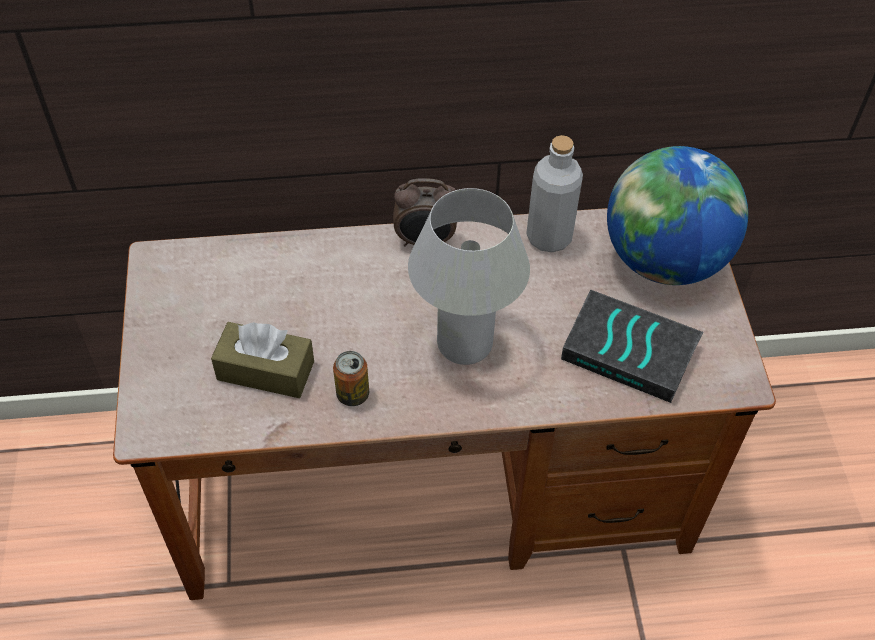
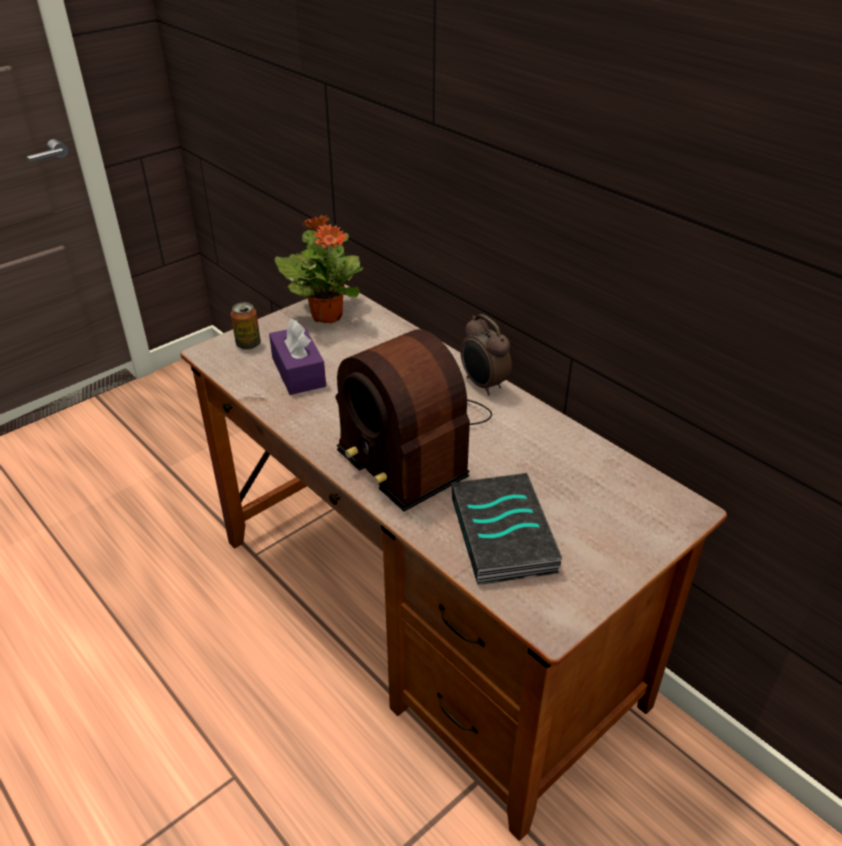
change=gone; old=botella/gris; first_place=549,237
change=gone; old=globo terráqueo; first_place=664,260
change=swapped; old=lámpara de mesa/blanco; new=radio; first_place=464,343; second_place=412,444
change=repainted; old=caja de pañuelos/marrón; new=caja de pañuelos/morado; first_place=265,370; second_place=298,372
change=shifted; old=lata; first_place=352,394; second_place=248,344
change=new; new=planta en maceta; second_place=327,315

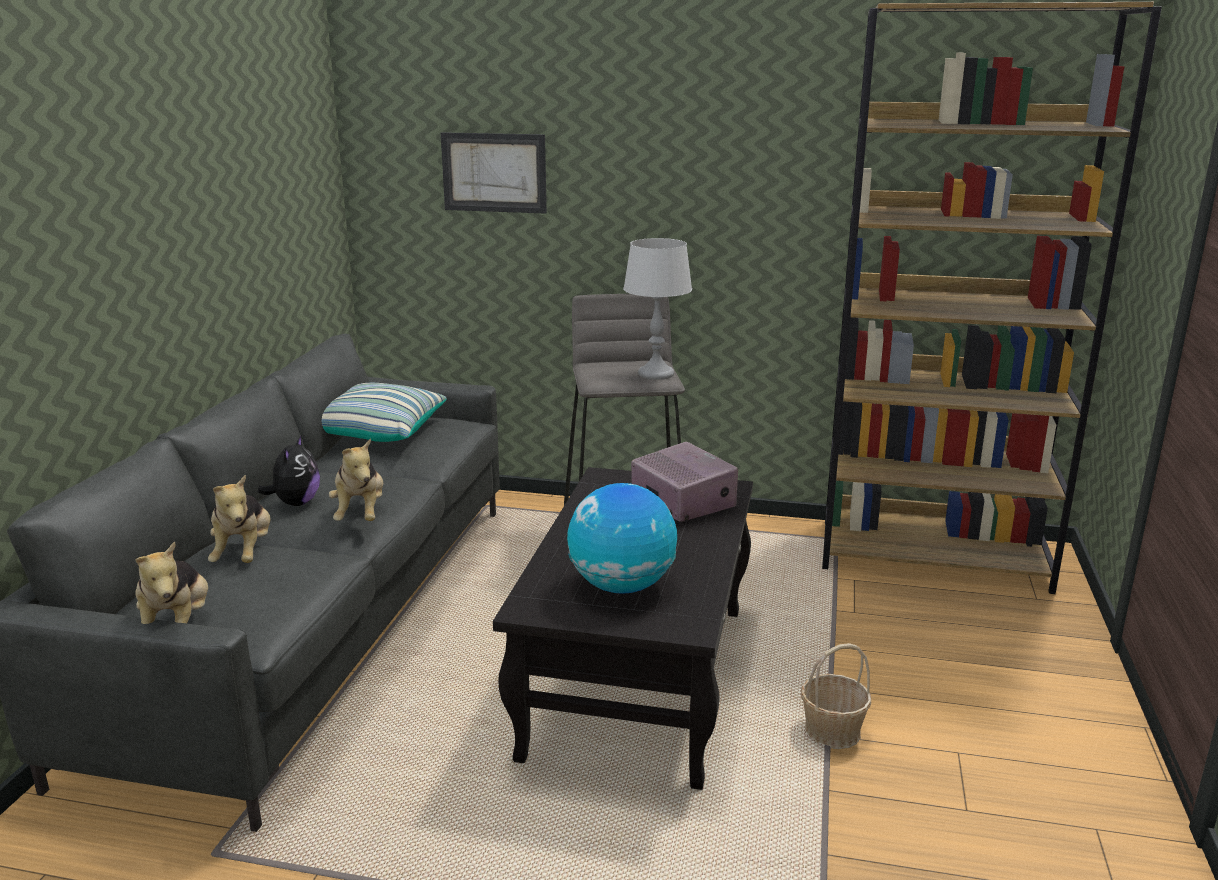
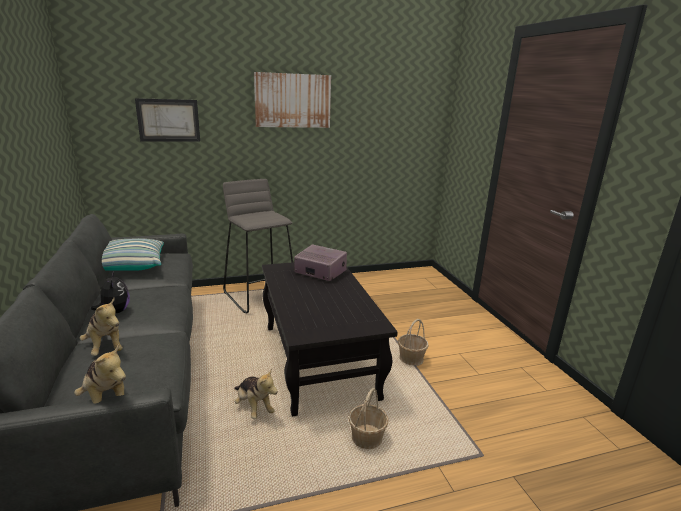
change=gone; old=estantería/marrón; first_place=933,555
change=gone; old=lámpara de mesa/gris; first_place=655,374
change=shifted; old=peluche; first_place=361,514; second_place=254,407
change=gone; old=globo terráqueo; first_place=621,586
change=new; new=cuadro; second_place=293,100
change=new; new=cesta; second_place=367,438

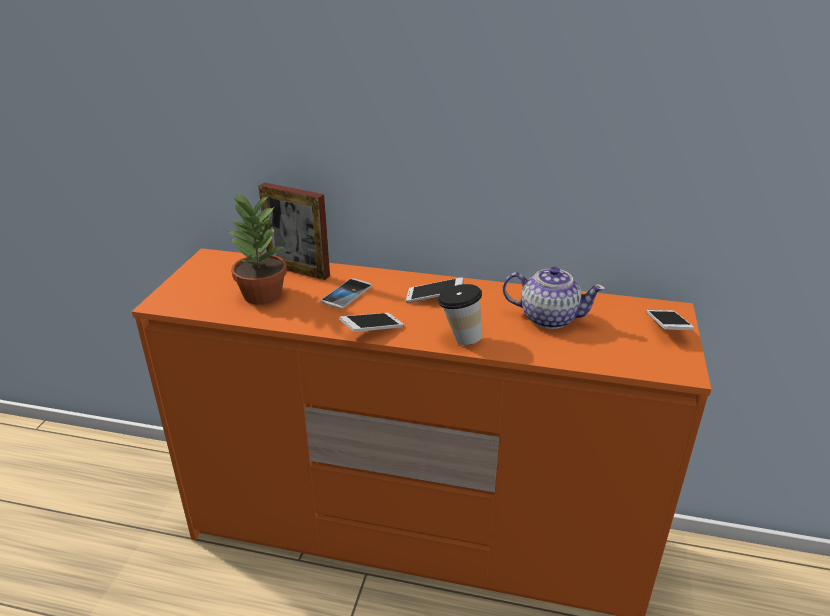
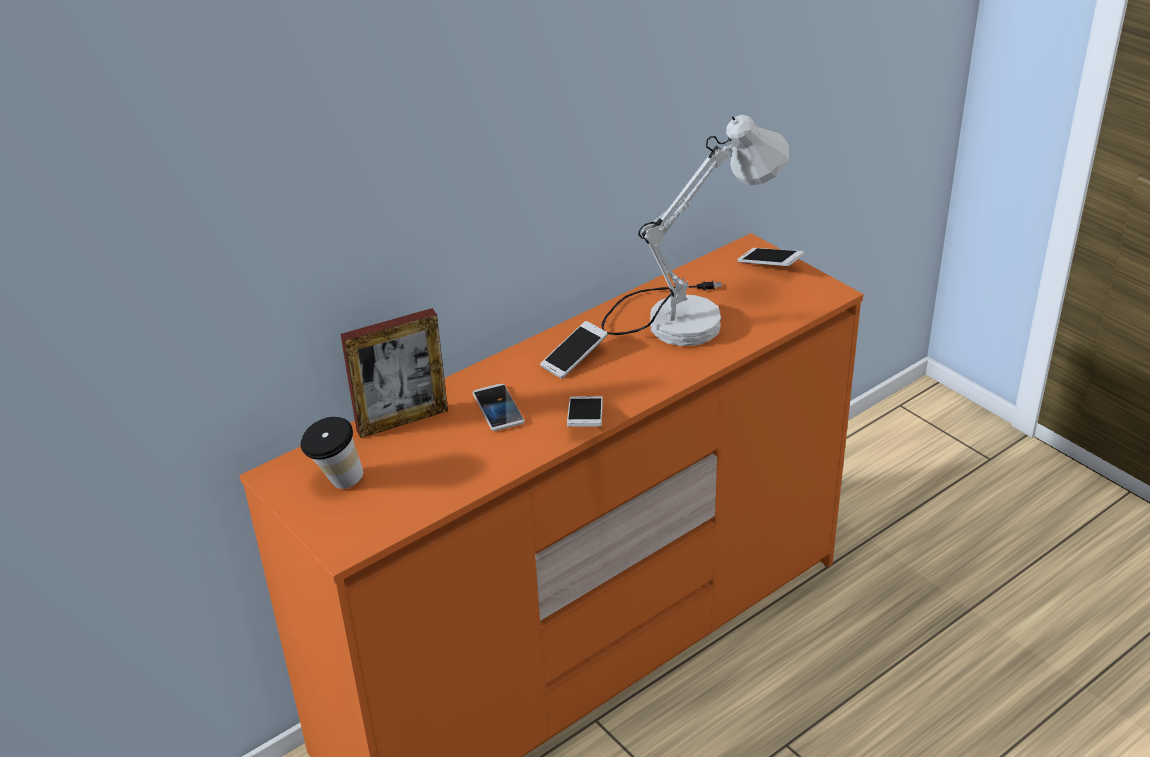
change=gone; old=planta en maceta; first_place=261,294
change=swapped; old=tetera; new=lámpara de mesa/blanco; first_place=548,317; second_place=685,313
change=shifted; old=taza; first_place=459,338; second_place=337,483

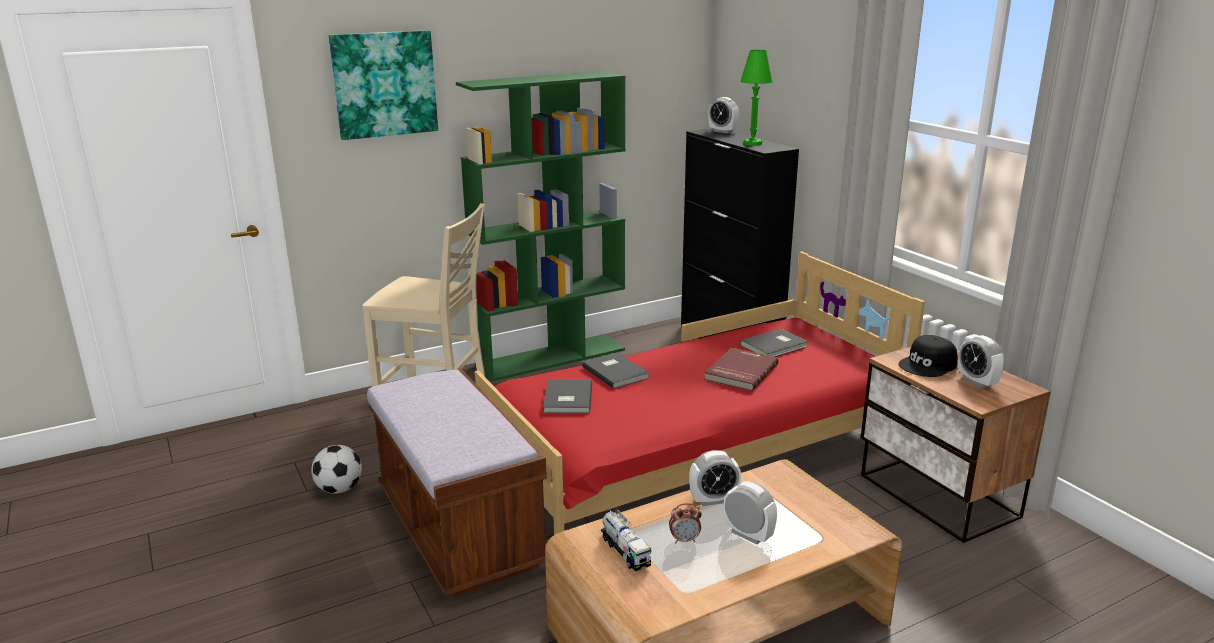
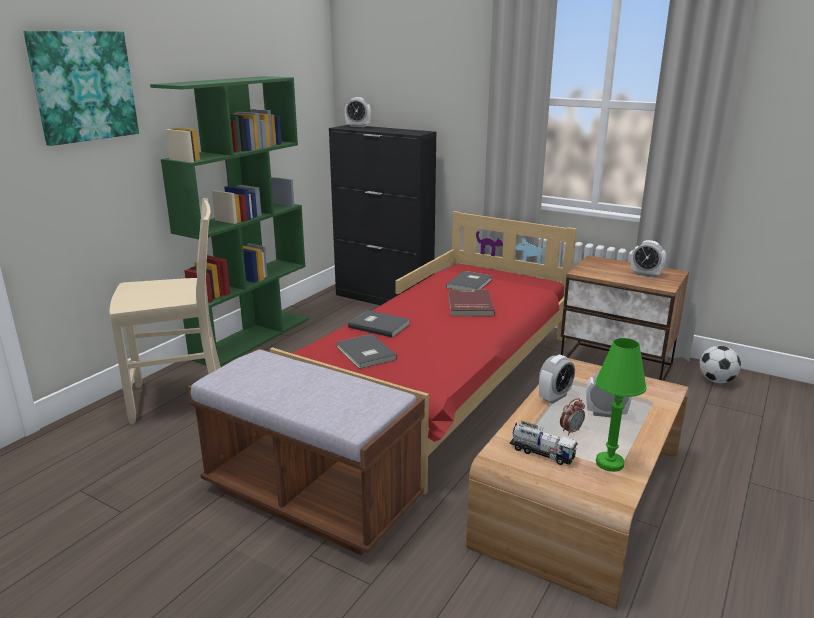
change=shifted; old=lámpara de mesa/verde; first_place=752,143; second_place=609,463
change=gone; old=gorra/negro; first_place=928,365
change=shifted; old=balón de fútbol; first_place=339,489; second_place=716,380

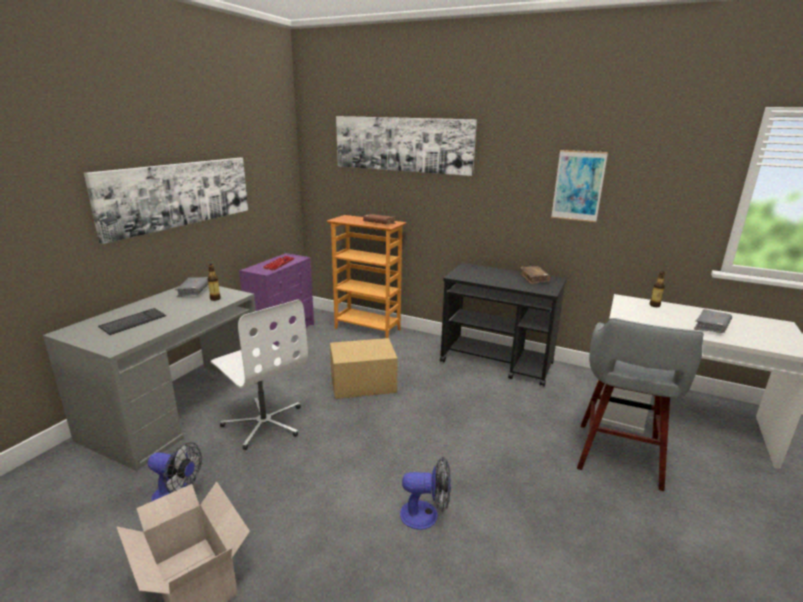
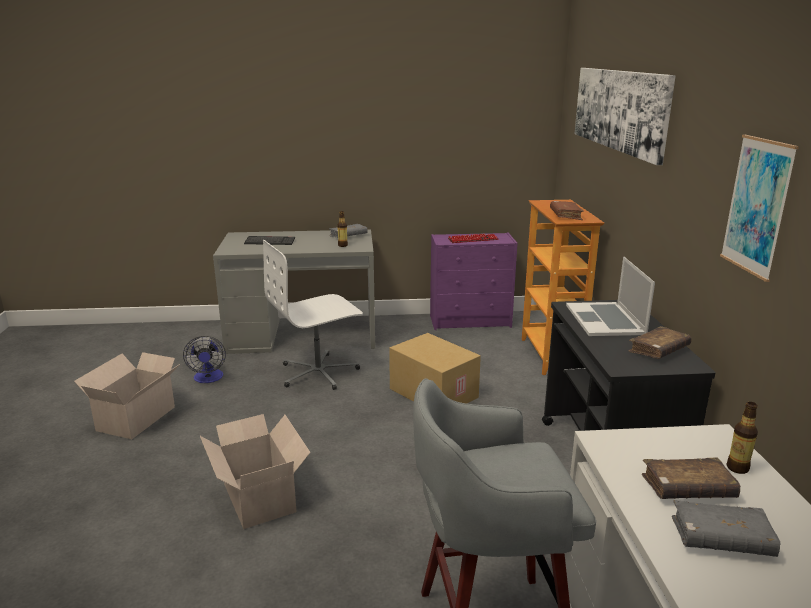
change=gone; old=cuadro; first_place=178,194
change=rotated; old=silla de oficina/blanco; first_place=264,423; second_place=319,373; degrees=45
change=swapped; old=ventilador; new=caja de cartón; first_place=426,515; second_place=259,496
change=new; new=portátil; second_place=605,319
change=new; new=libro/marrón; second_place=687,489

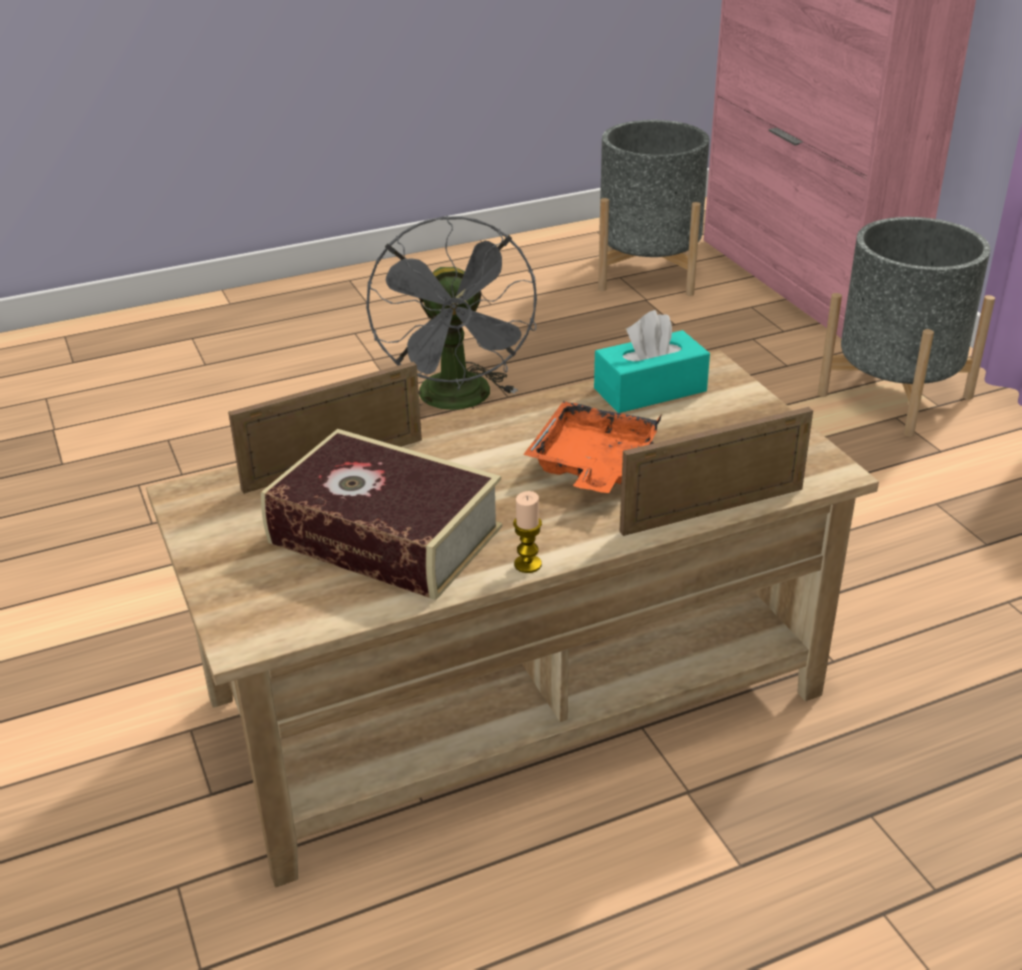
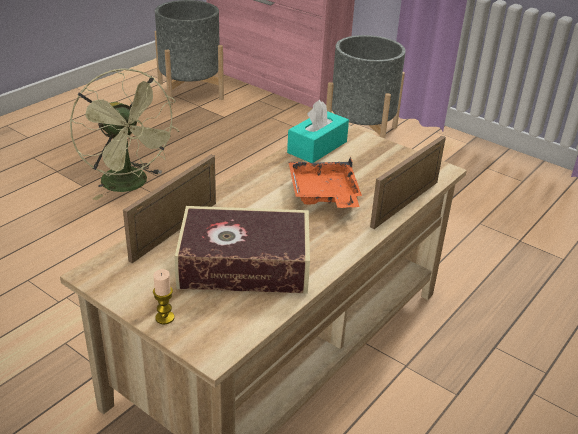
change=repainted; old=ventilador/gris; new=ventilador/verde; first_place=460,401; second_place=131,185
change=shifted; old=vela; first_place=527,564; second_place=165,318

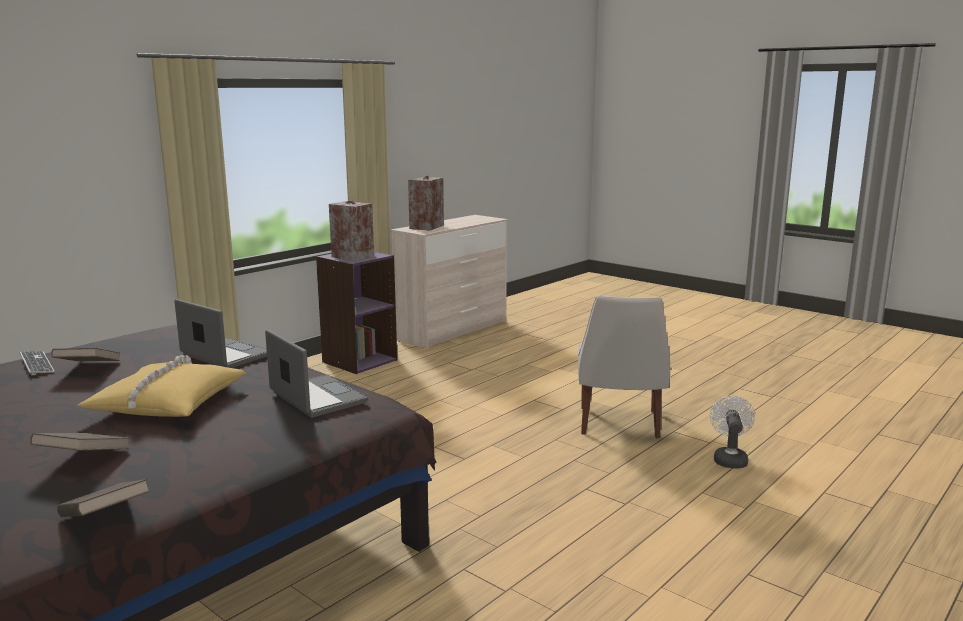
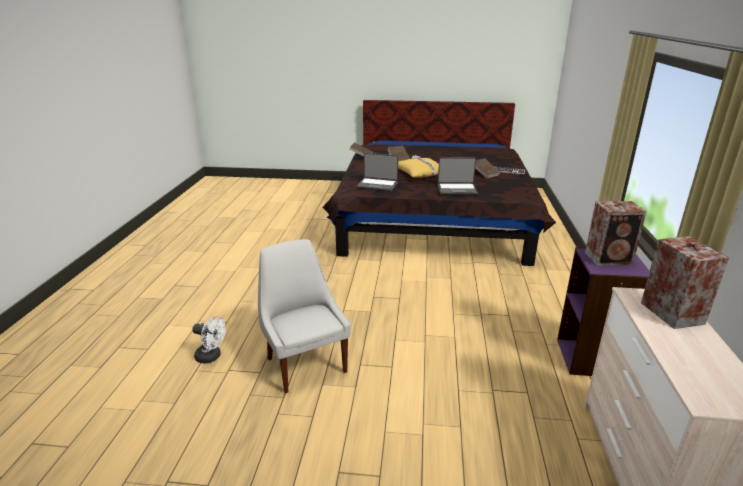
change=rotated; old=ventilador/blanco; first_place=729,459; second_place=211,357; degrees=-45

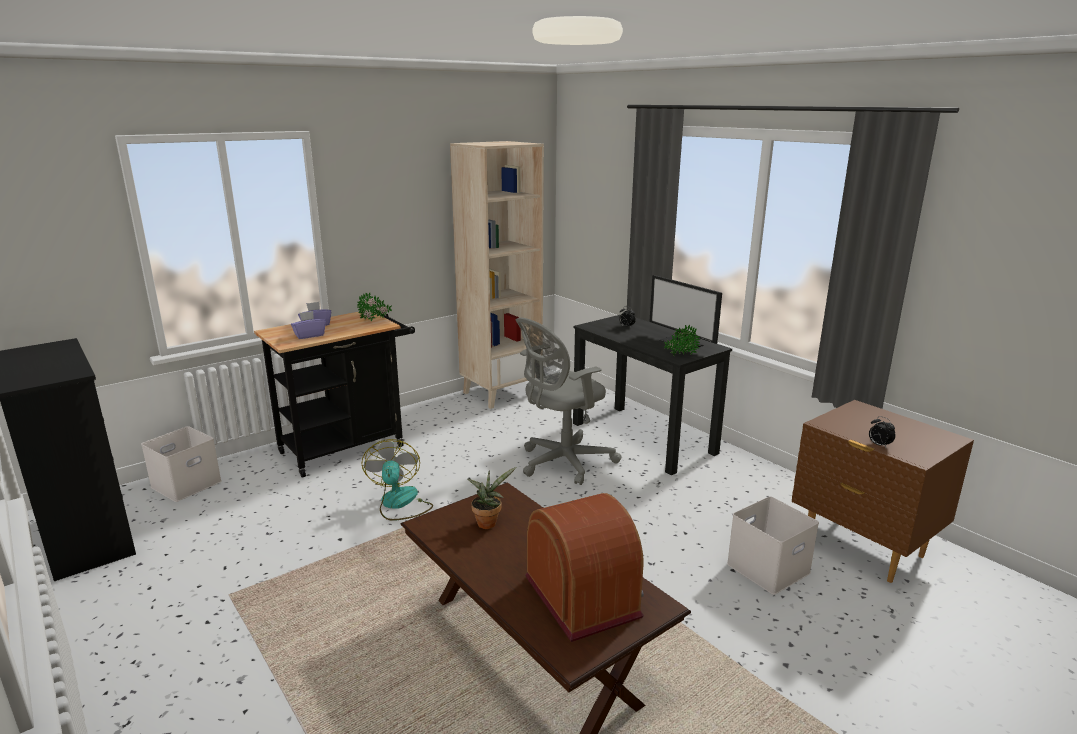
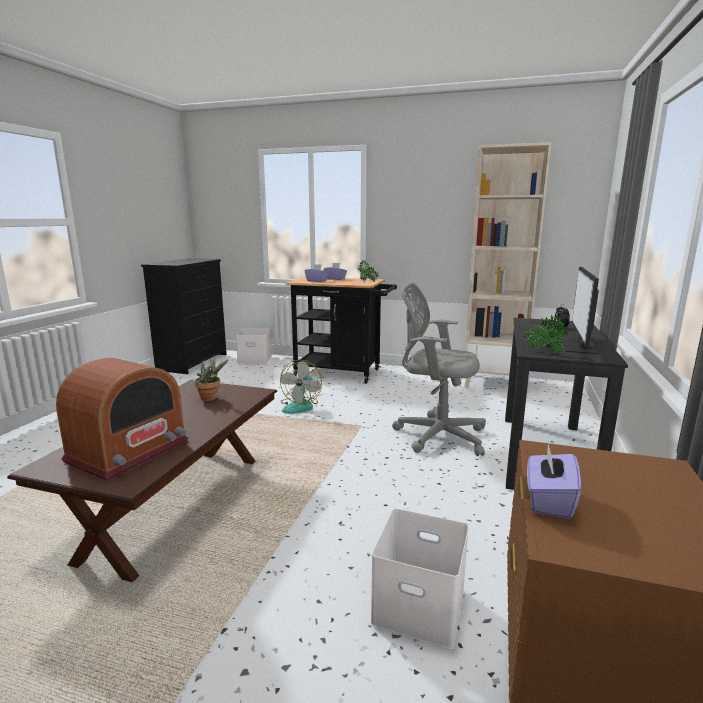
change=swapped; old=despertador; new=caja de pañuelos/morado; first_place=878,445; second_place=548,500
change=rotated; old=ventilador; first_place=399,503; second_place=301,406; degrees=150

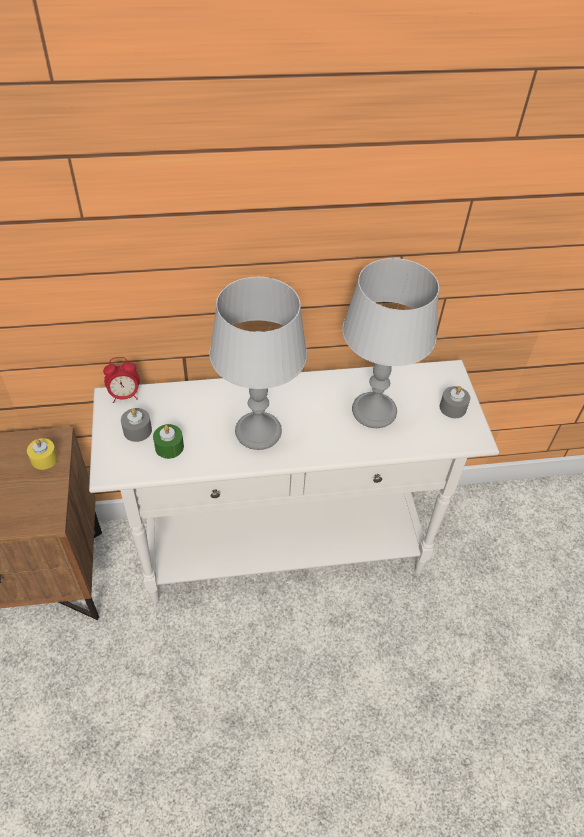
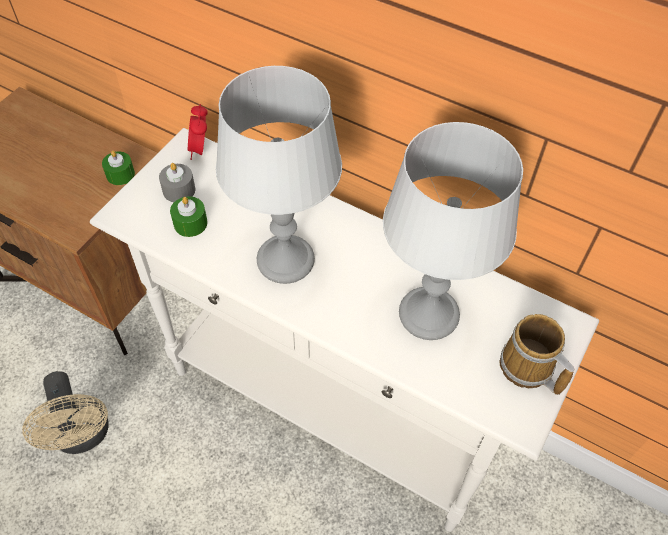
change=rotated; old=despertador; first_place=125,396; second_place=200,150; degrees=60
change=swapped; old=vela/gris; new=taza grande; first_place=452,408; second_place=527,369
change=repainted; old=vela/amarillo; new=vela/verde; first_place=44,459; second_place=120,174
change=new; new=ventilador/beis; second_place=83,436

